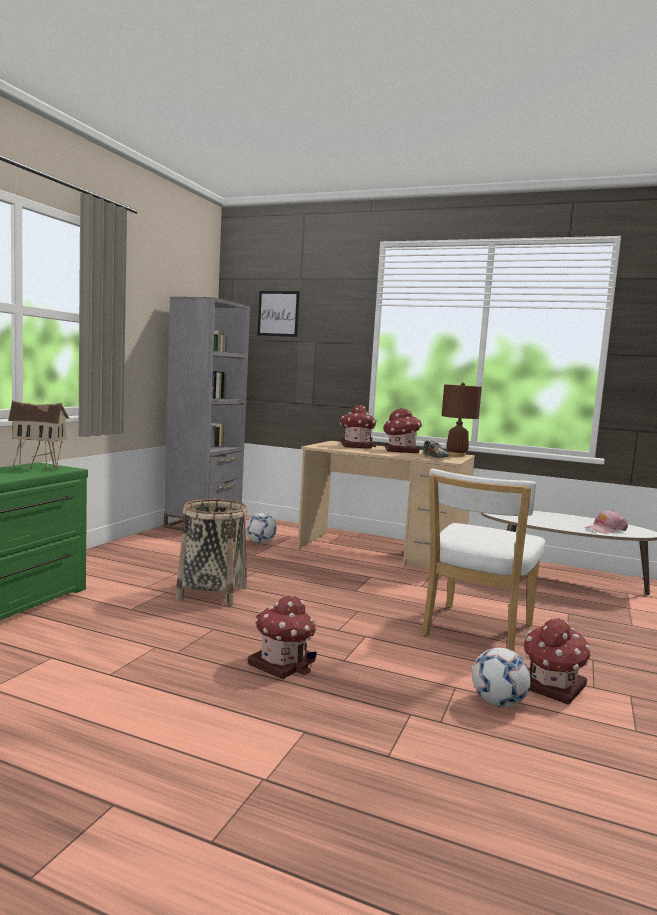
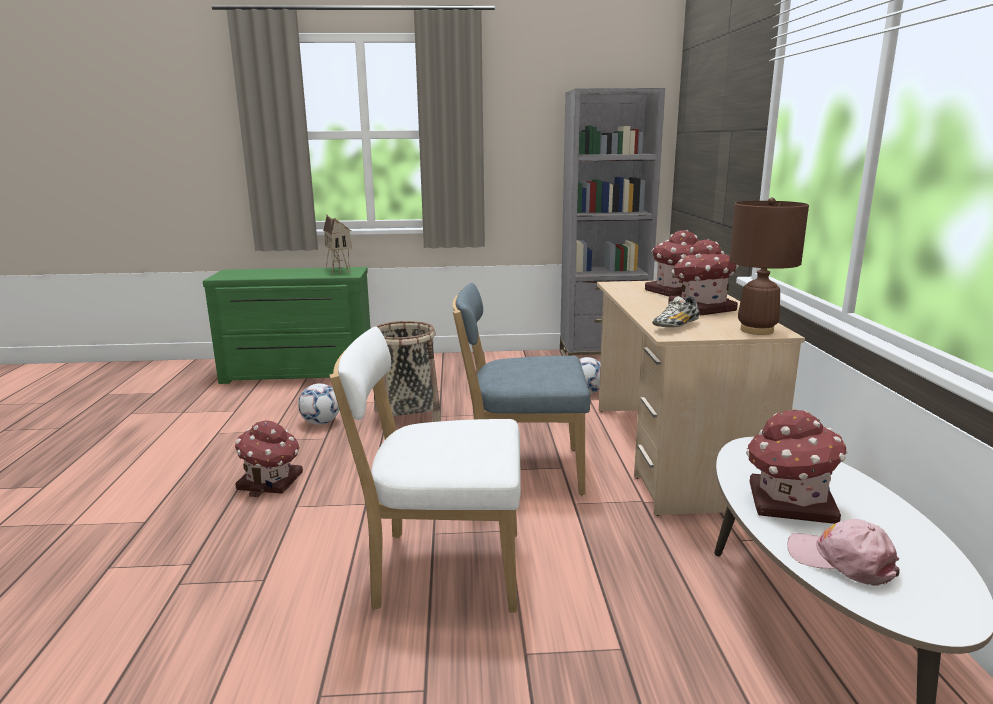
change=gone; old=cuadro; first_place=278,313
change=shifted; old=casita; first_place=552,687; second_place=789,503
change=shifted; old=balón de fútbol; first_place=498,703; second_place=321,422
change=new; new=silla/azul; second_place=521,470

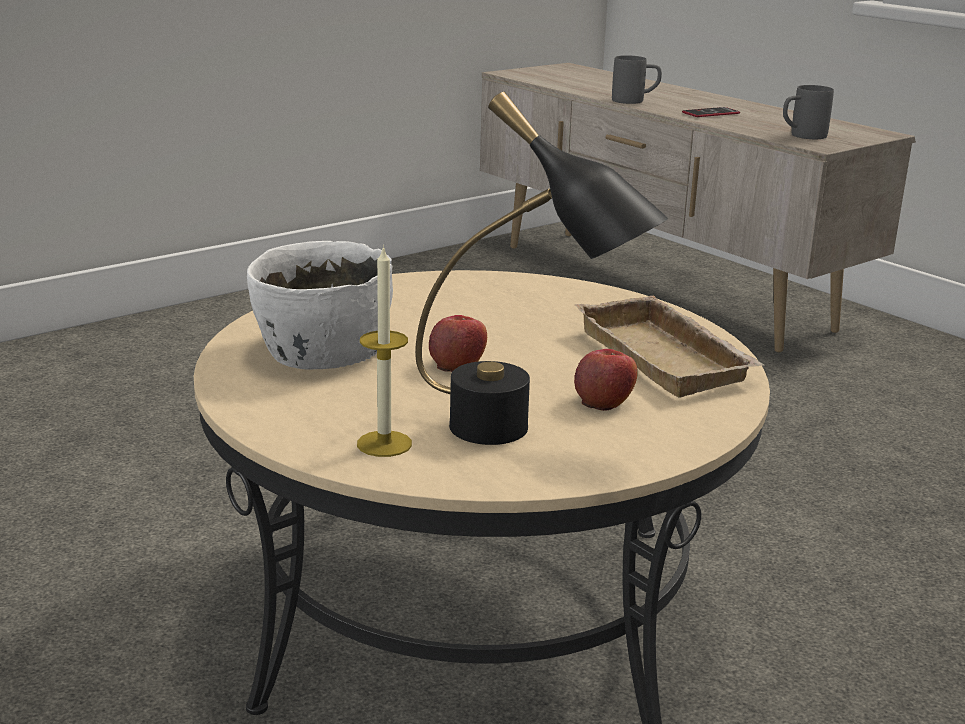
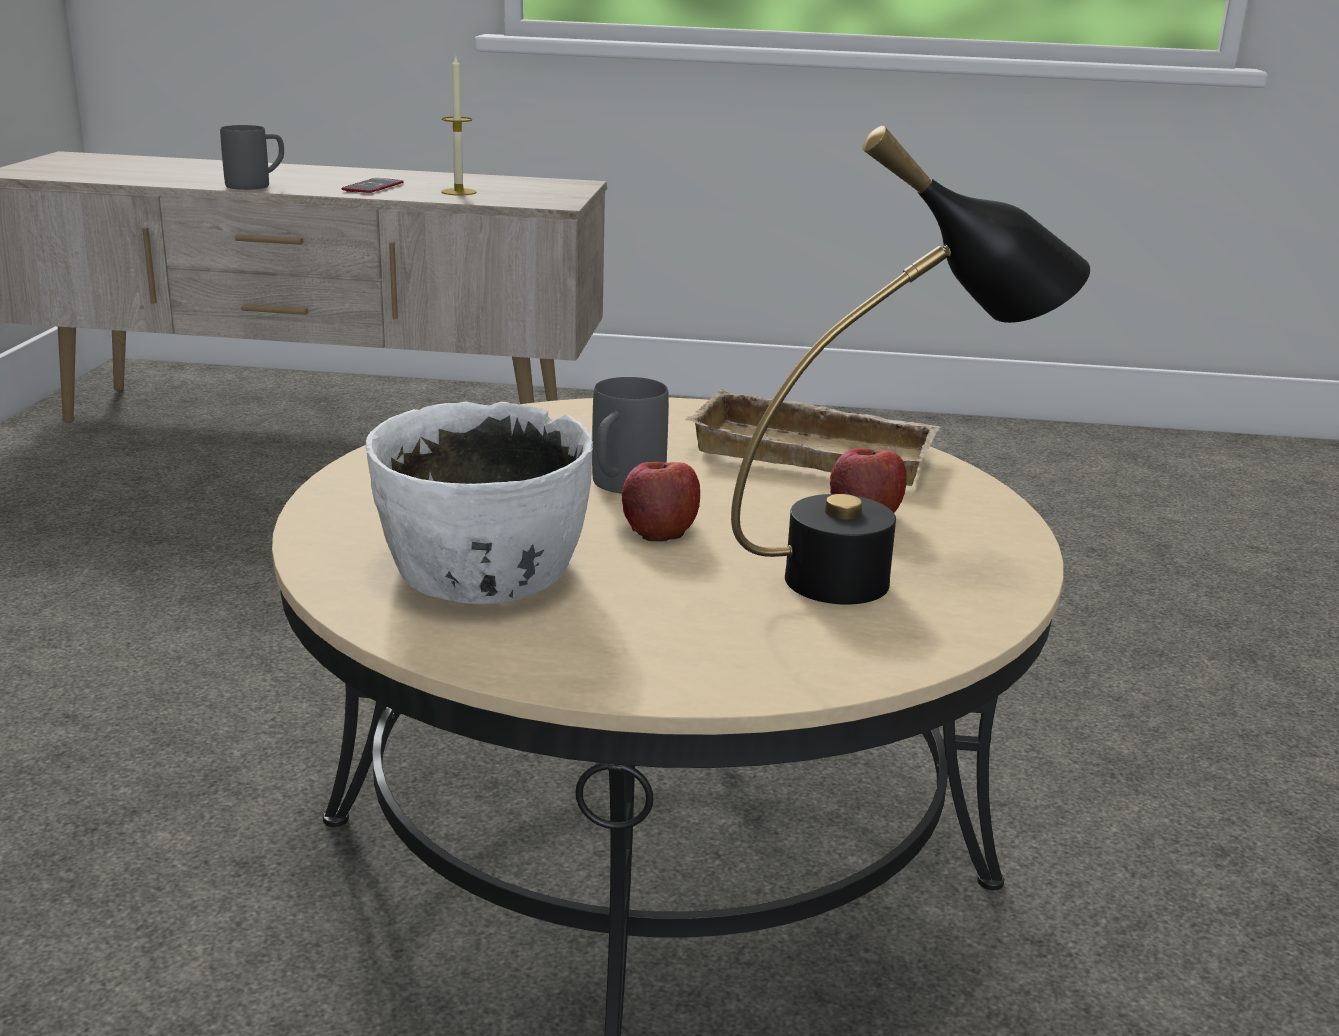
change=shifted; old=taza grande/gris; first_place=802,136; second_place=621,487
change=shifted; old=vela; first_place=384,444; second_place=458,192

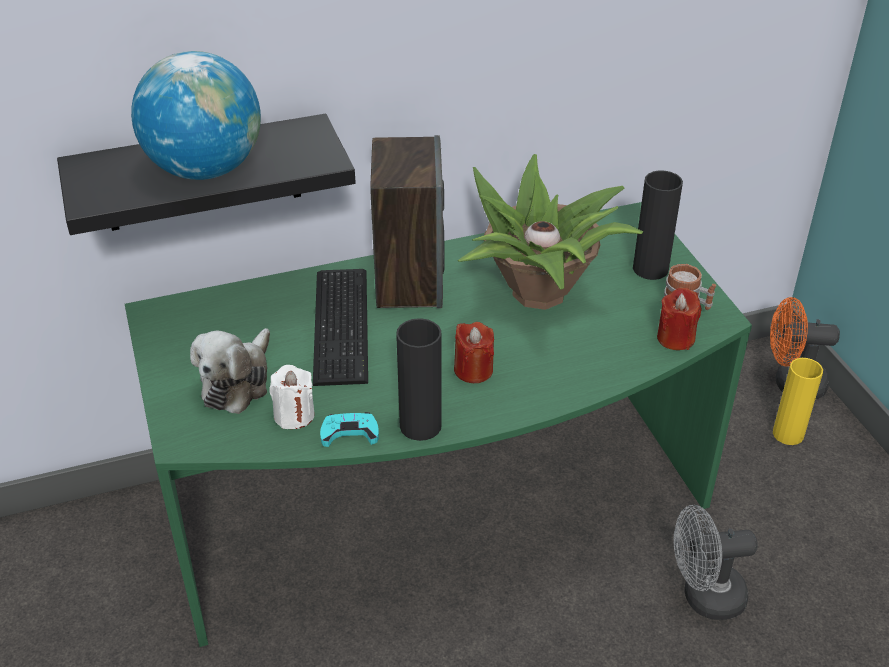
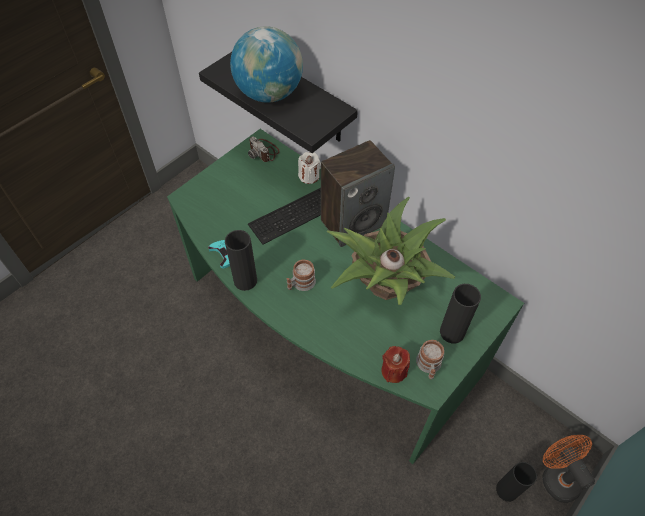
change=swapped; old=vela/rojo; new=taza grande; first_place=473,370; second_place=300,283
change=gone; old=peluche; first_place=238,382
change=repainted; old=florero/amarillo; new=florero/negro; first_place=788,434; second_place=506,490
change=shifted; old=vela/blanco; first_place=294,415; second_place=309,176
change=gone; old=ventilador/gris; first_place=704,597
change=new; new=cámara; second_place=264,151

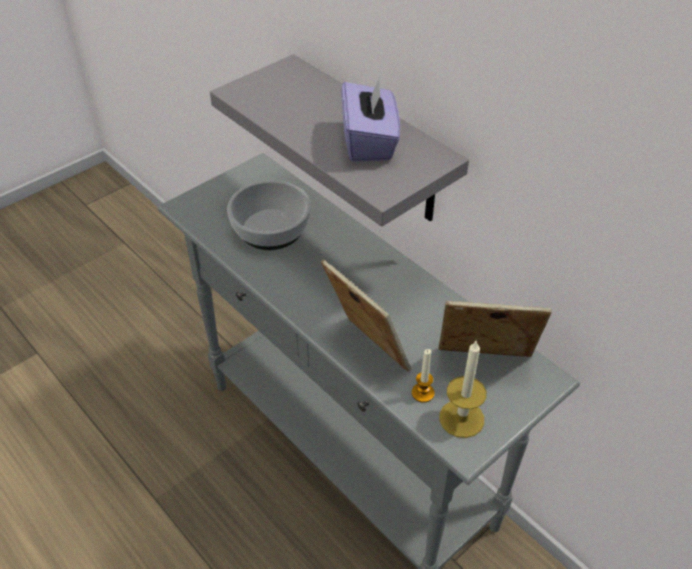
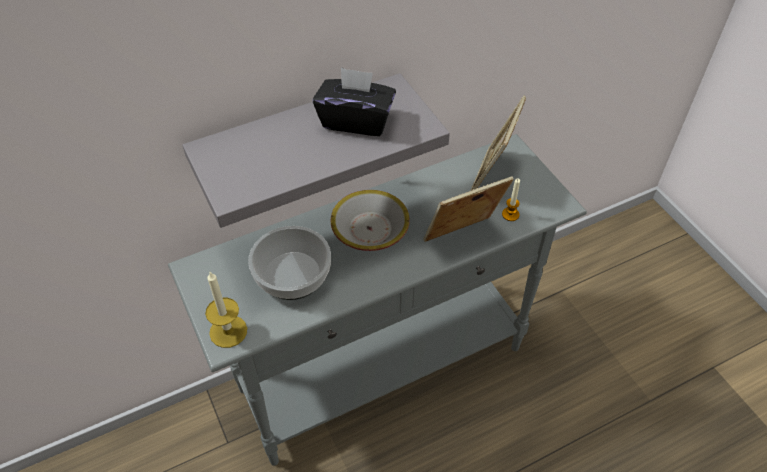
change=repainted; old=caja de pañuelos/morado; new=caja de pañuelos/negro; first_place=369,142; second_place=356,121
change=shifted; old=vela; first_place=461,418; second_place=228,331
change=new; new=cuenco; second_place=369,229

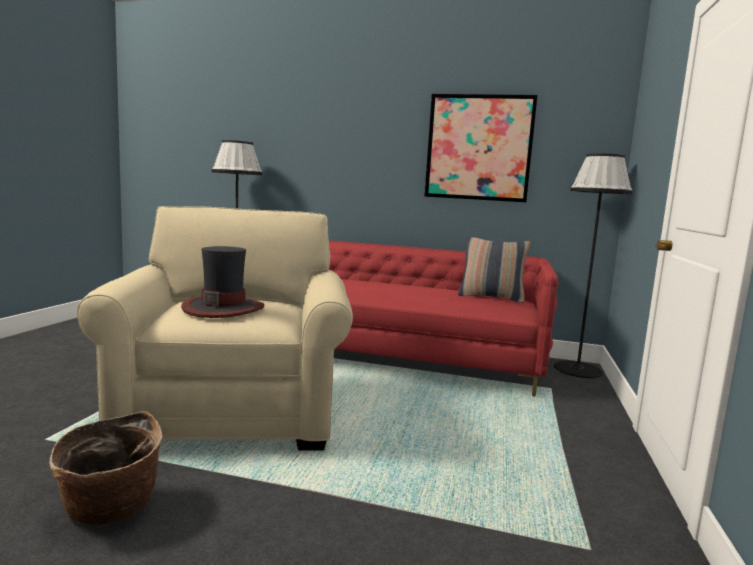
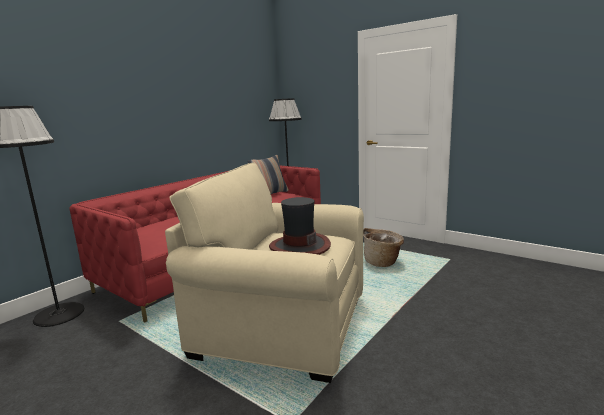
change=gone; old=cuadro; first_place=479,148
change=shifted; old=cesta; first_place=110,510; second_place=382,262

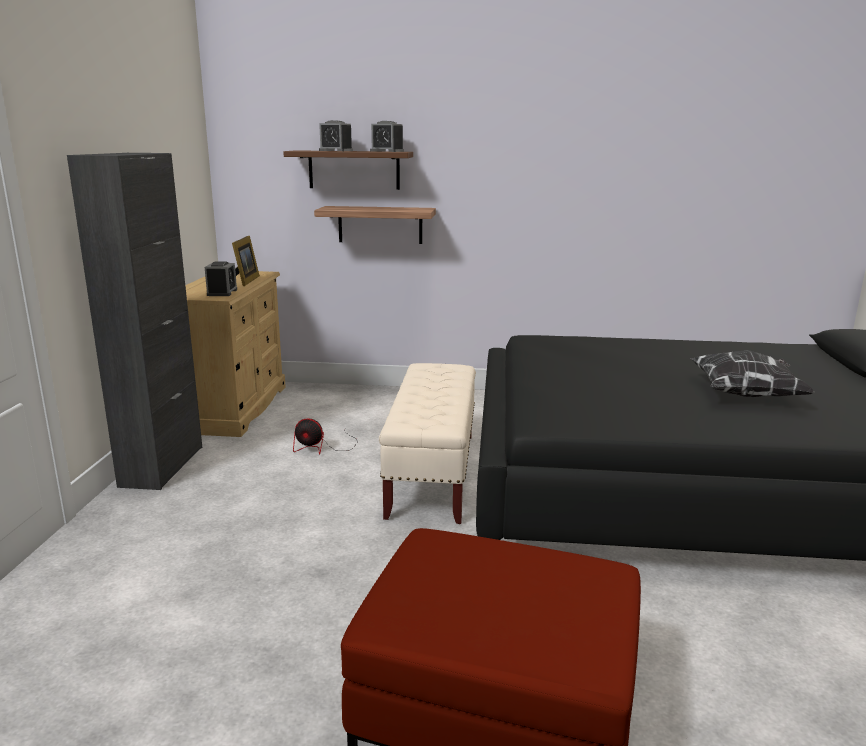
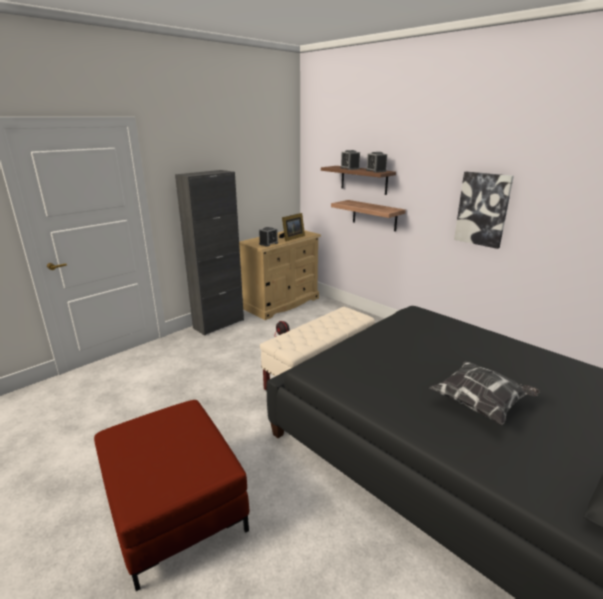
change=new; new=cuadro; second_place=482,209

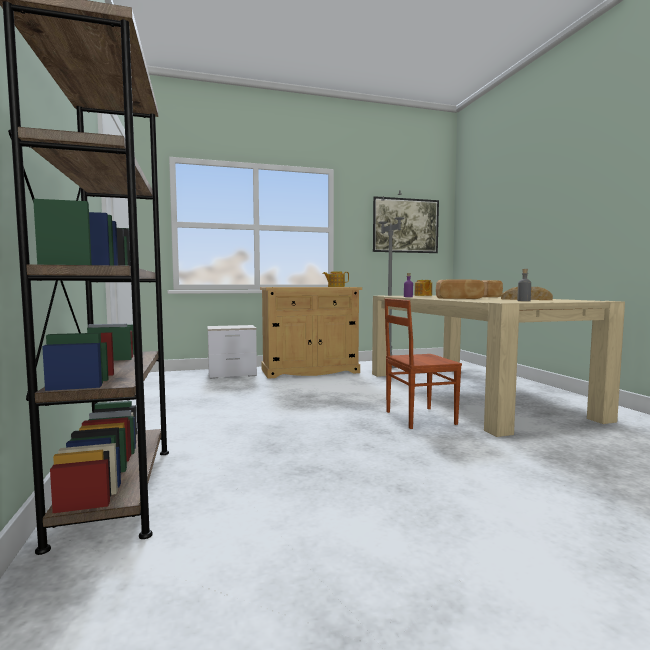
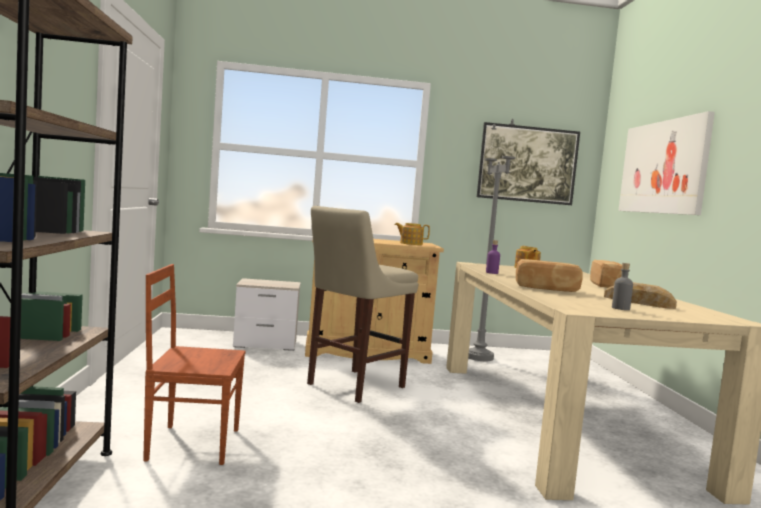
change=shifted; old=silla/marrón; first_place=418,417; second_place=192,443
change=new; new=cuadro; second_place=663,167
change=new; new=taburete/beis; second_place=352,386

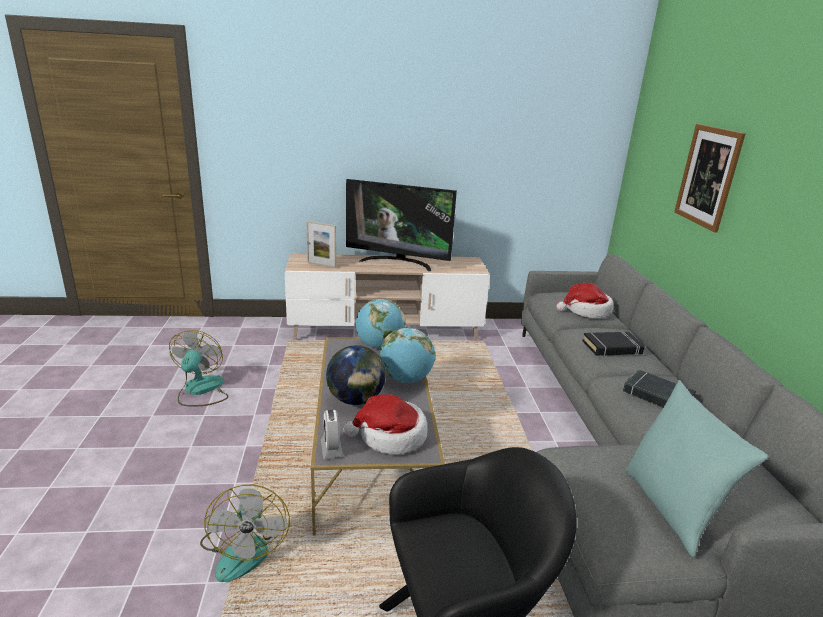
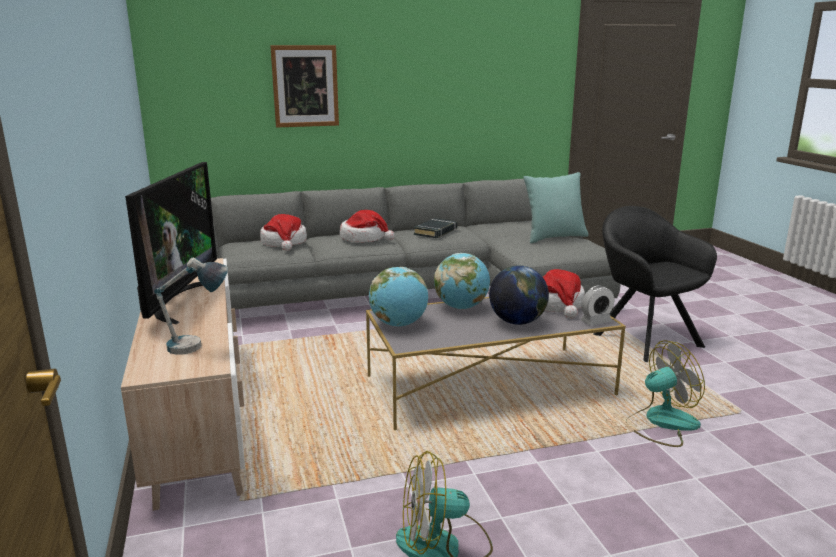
change=swapped; old=portarretratos; new=lámpara de mesa; first_place=321,265; second_place=198,348
change=swapped; old=libro/negro; new=sombrero; first_place=612,348; second_place=364,238

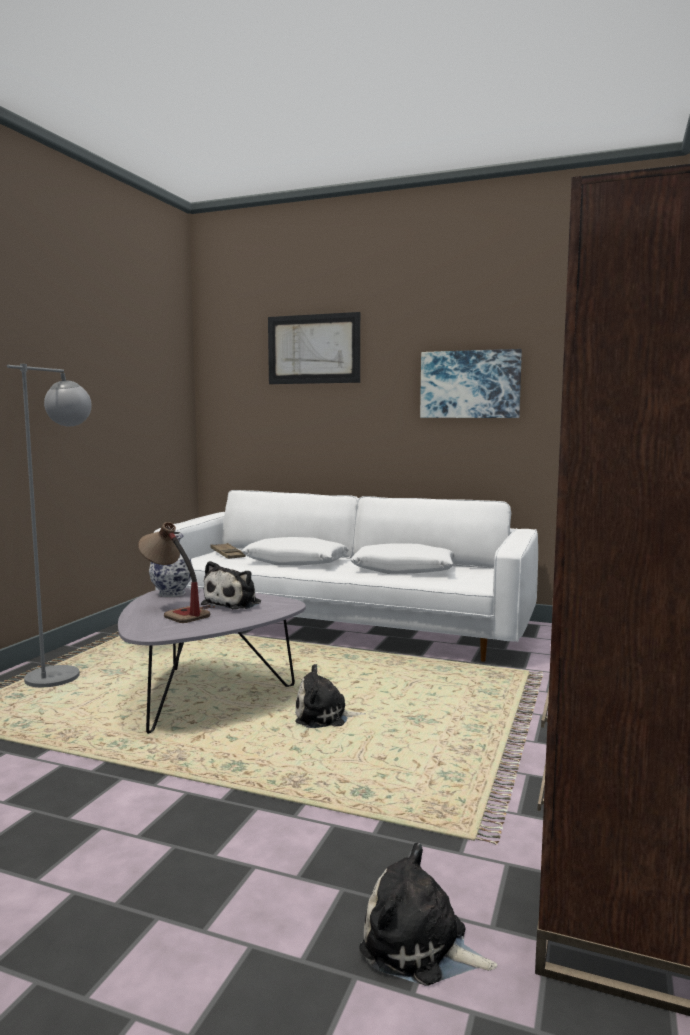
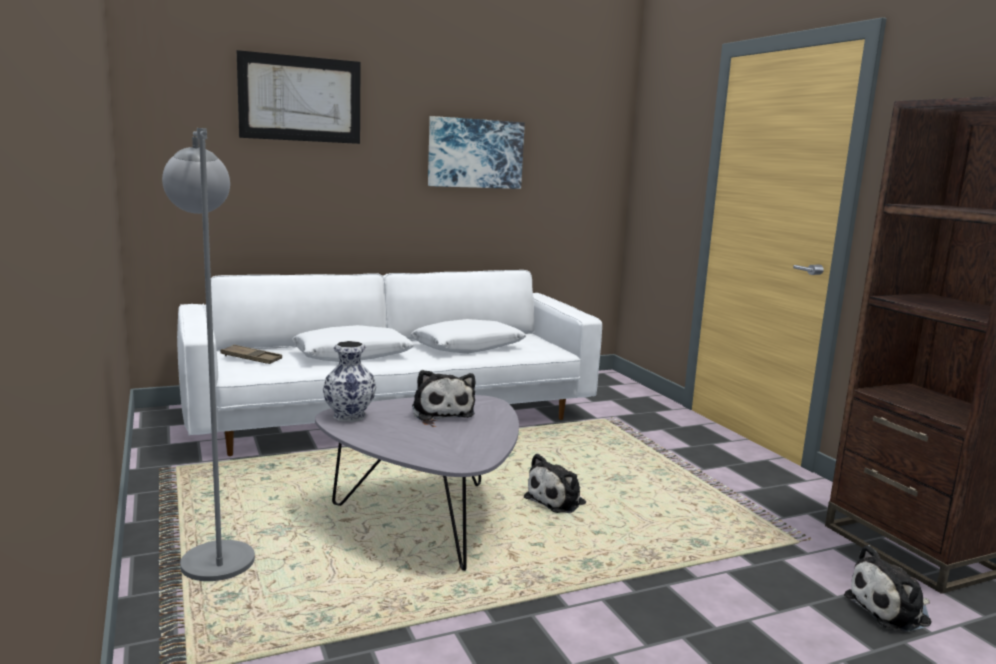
change=gone; old=lámpara de mesa; first_place=174,612

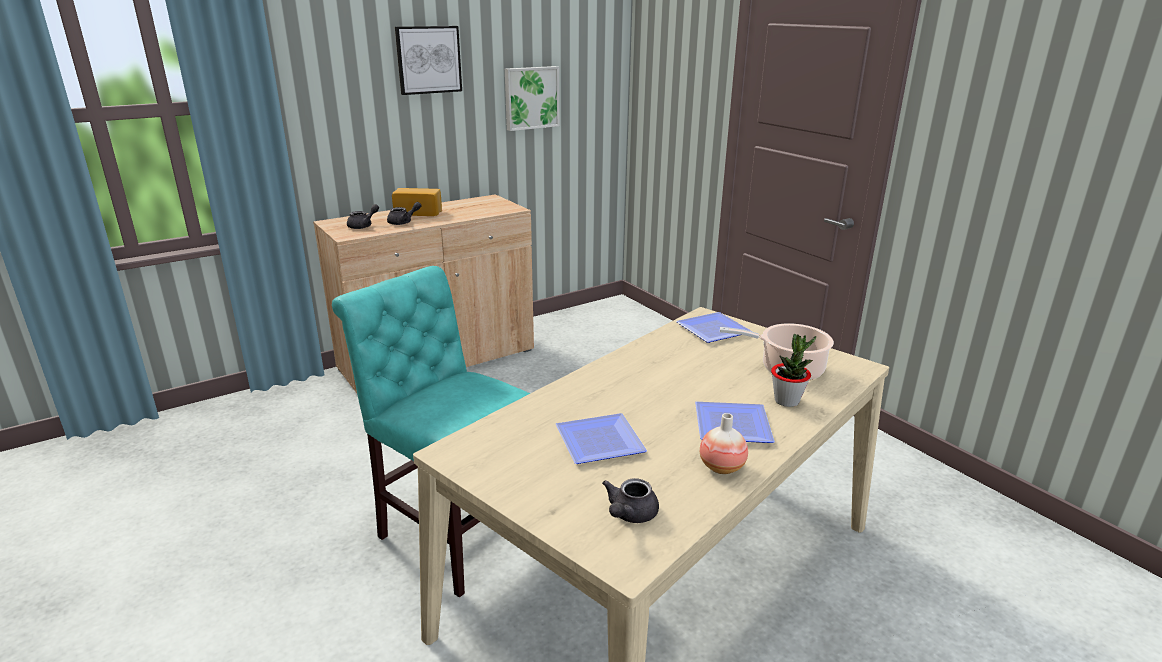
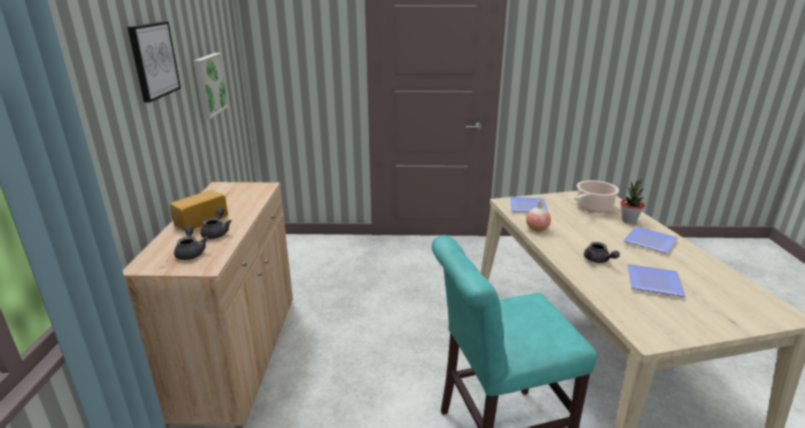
change=shifted; old=florero; first_place=721,467; second_place=537,228
change=shifted; old=tetera/gris; first_place=629,515; second_place=598,260

